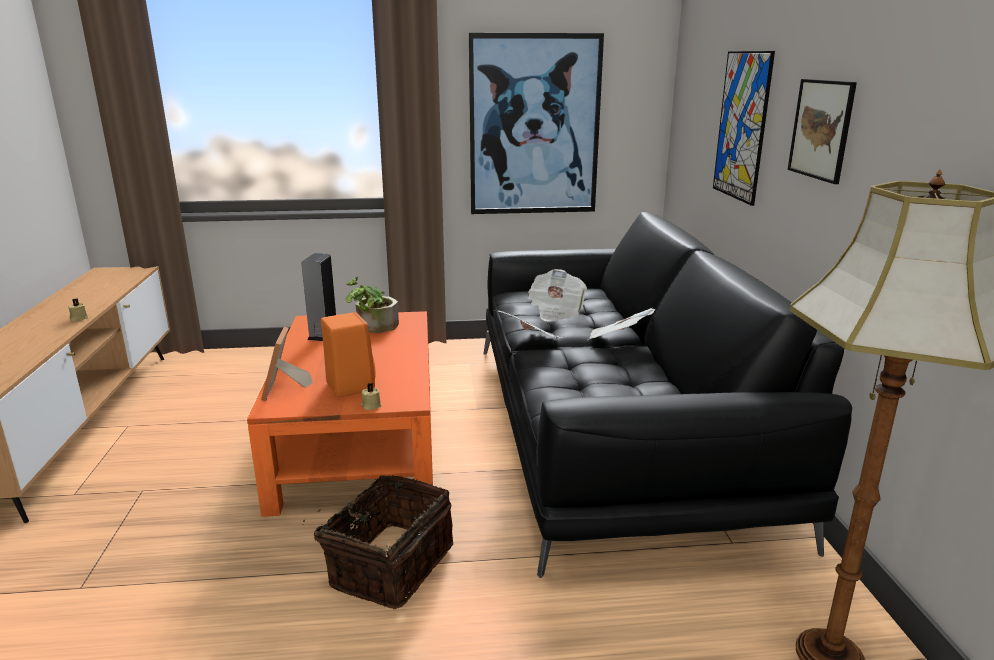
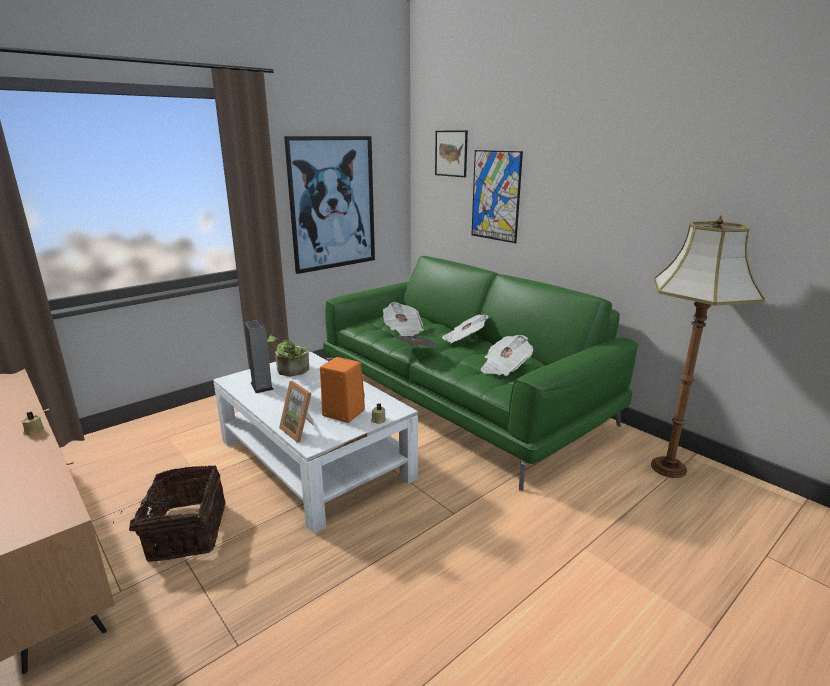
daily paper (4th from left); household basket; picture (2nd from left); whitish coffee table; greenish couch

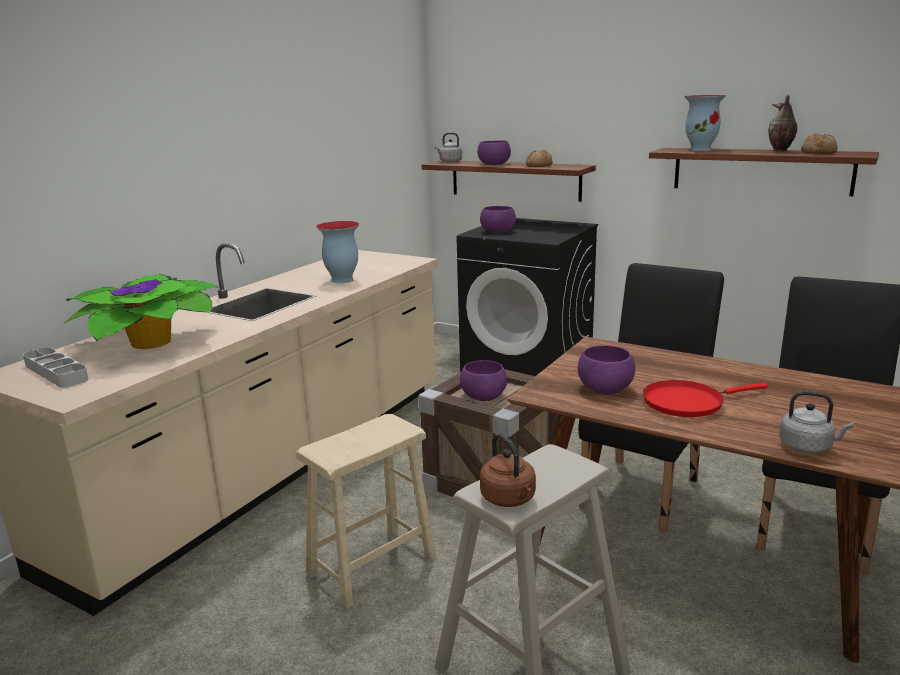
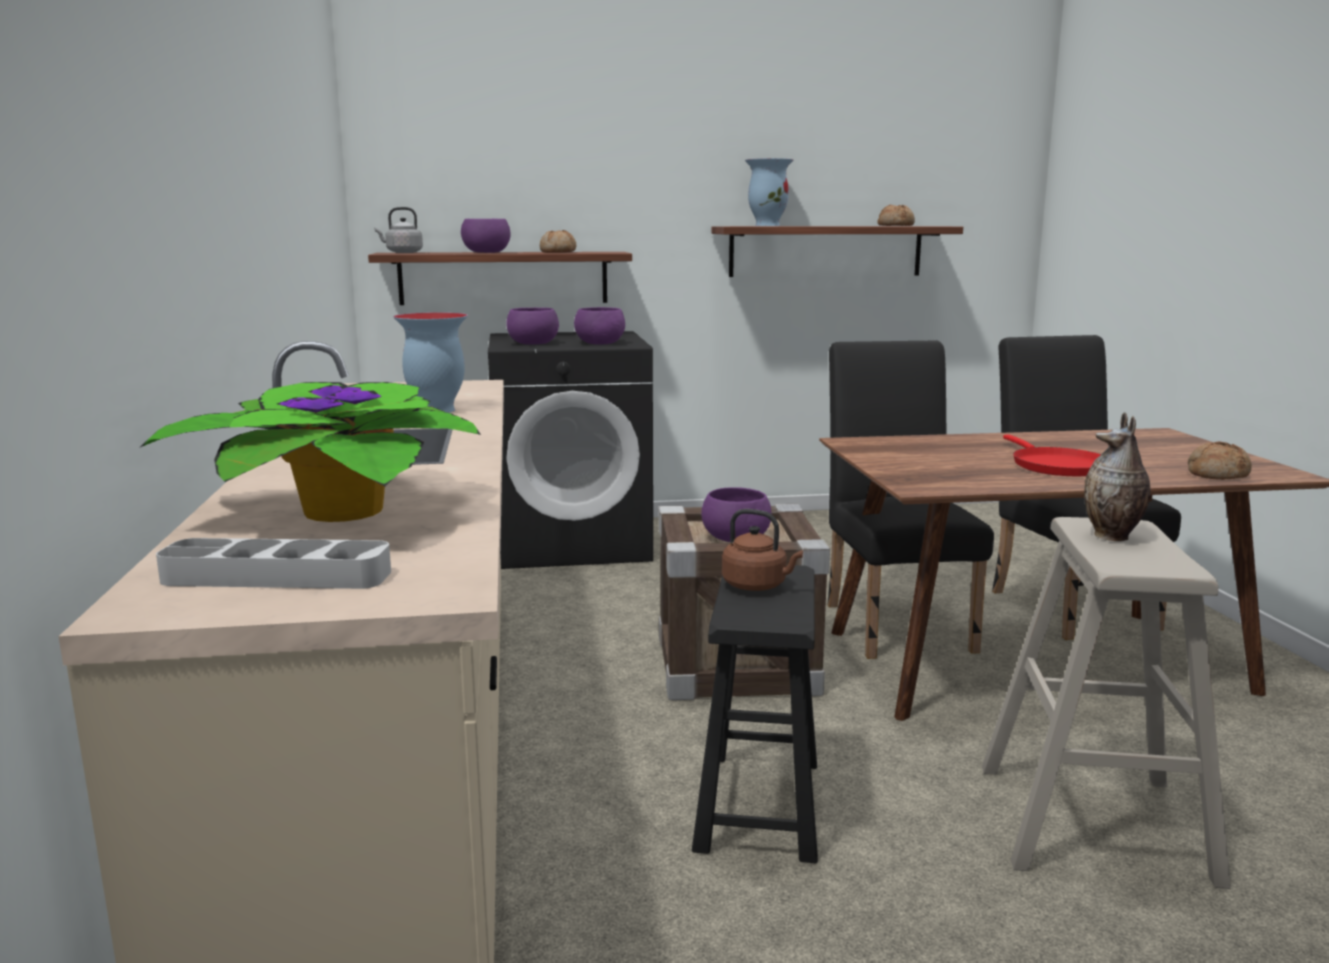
brown-coloured kettle; purple serving bowl (3rd from left); decorative vase (3rd from left); baked bread (3rd from left); black-coloured sitting stool; red skillet

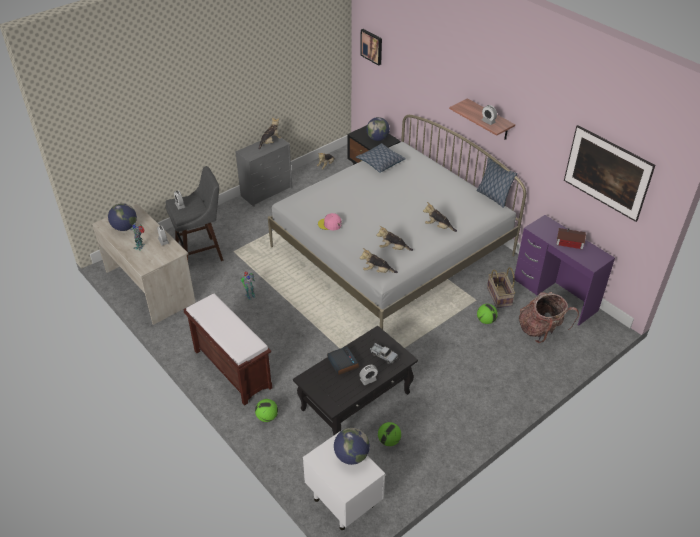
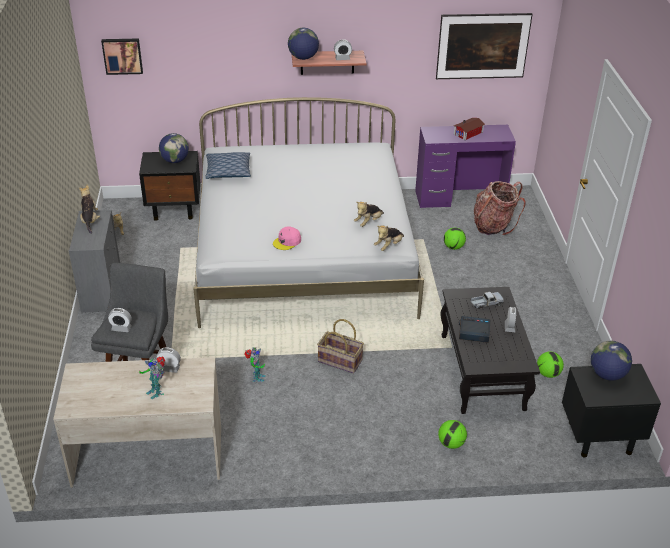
brown-coloured bench; soft toy (5th from left in the first image); cushion (2nd from left in the first image); world globe (2nd from left); household basket; black-coloured night table (2nd from left)

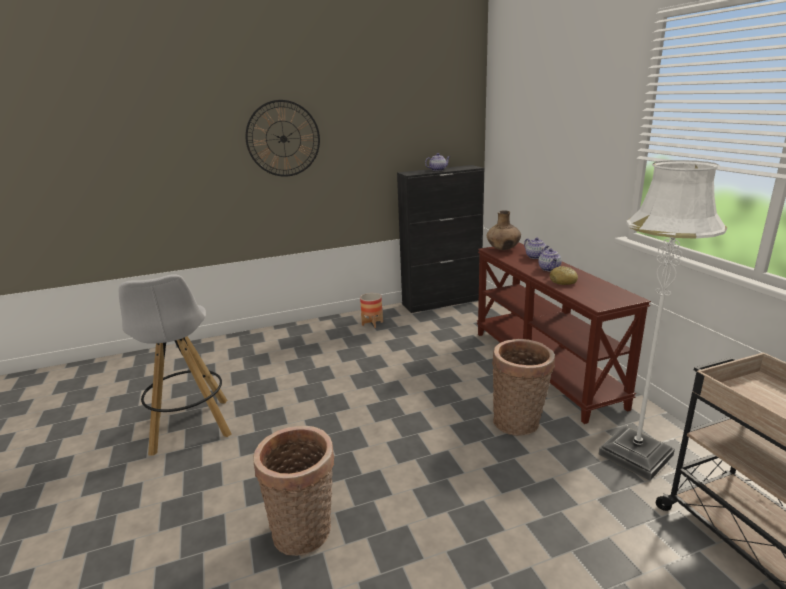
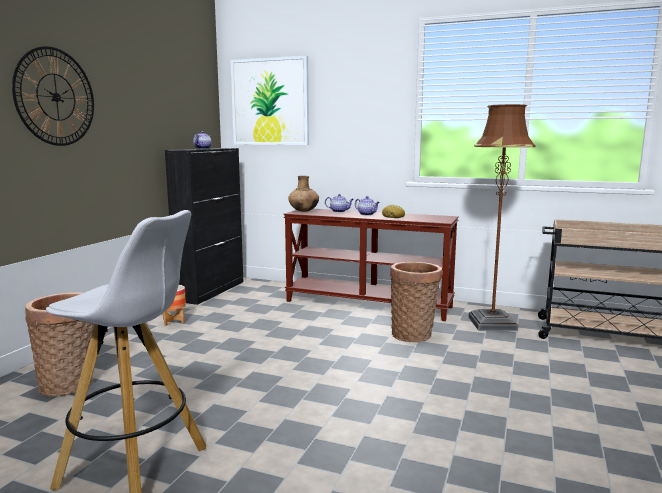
picture; household basket (1st from left); brown-coloured floor lamp

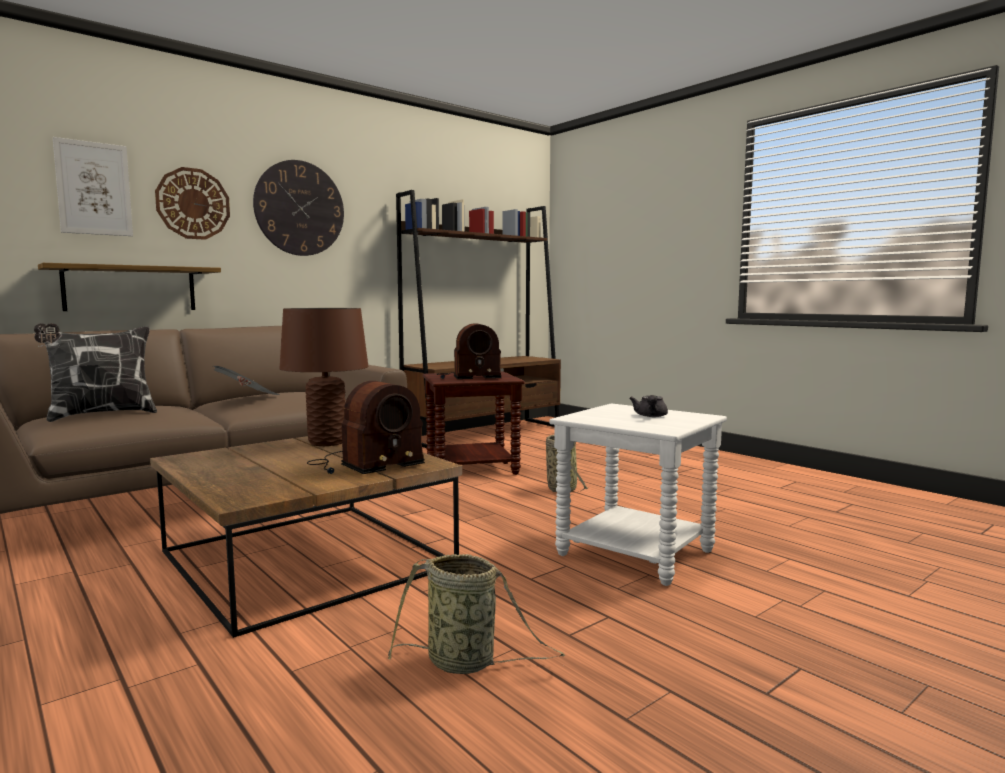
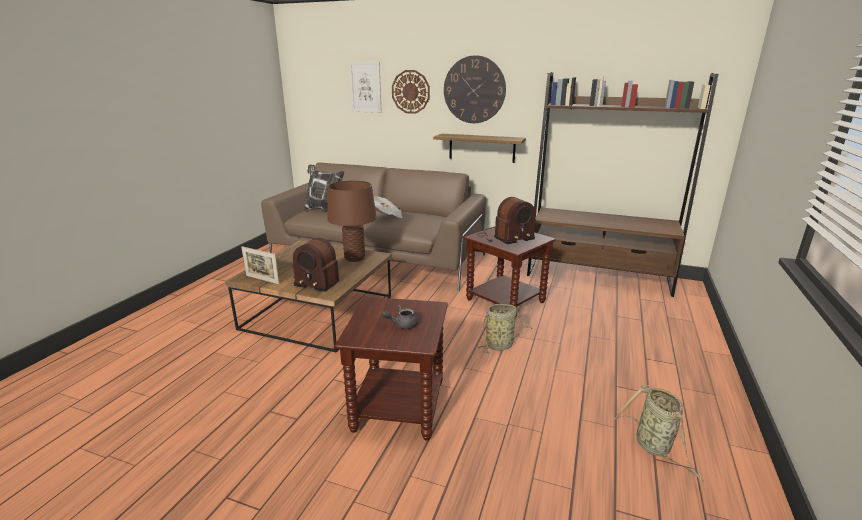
picture frame; shelf; household basket (2nd from left); brown-coloured end table (1st from left); radio receiver (2nd from left)

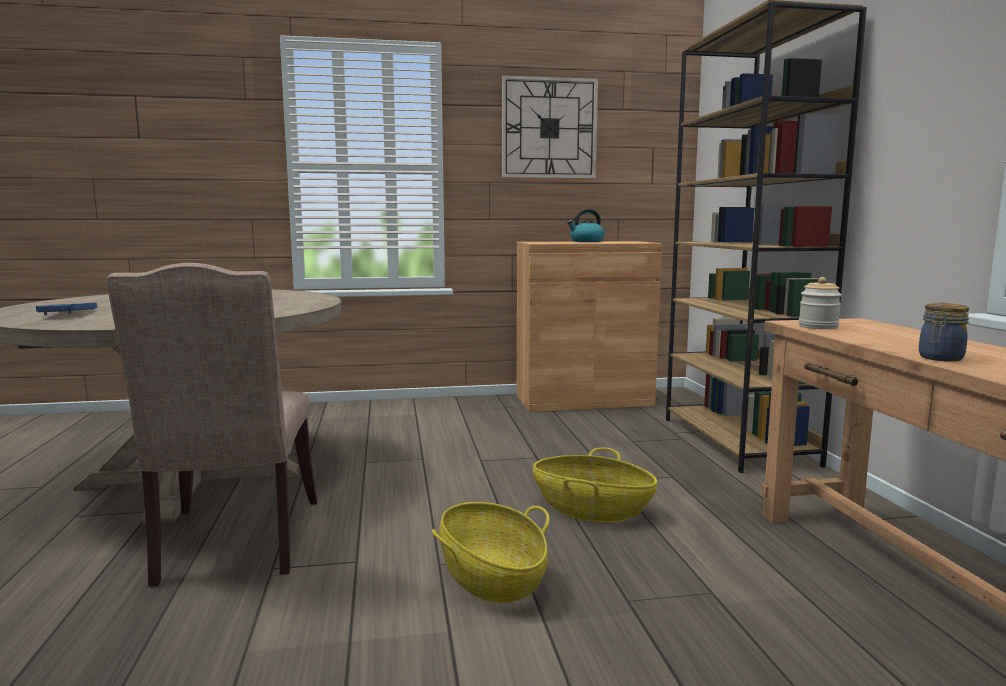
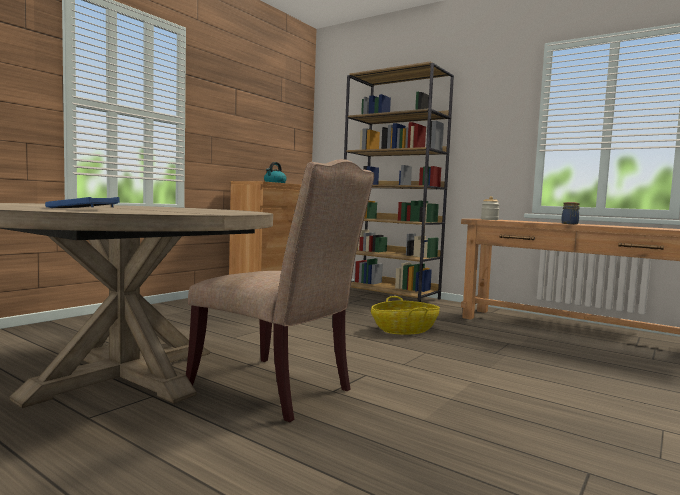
household basket (1st from left in the first image); wall clock

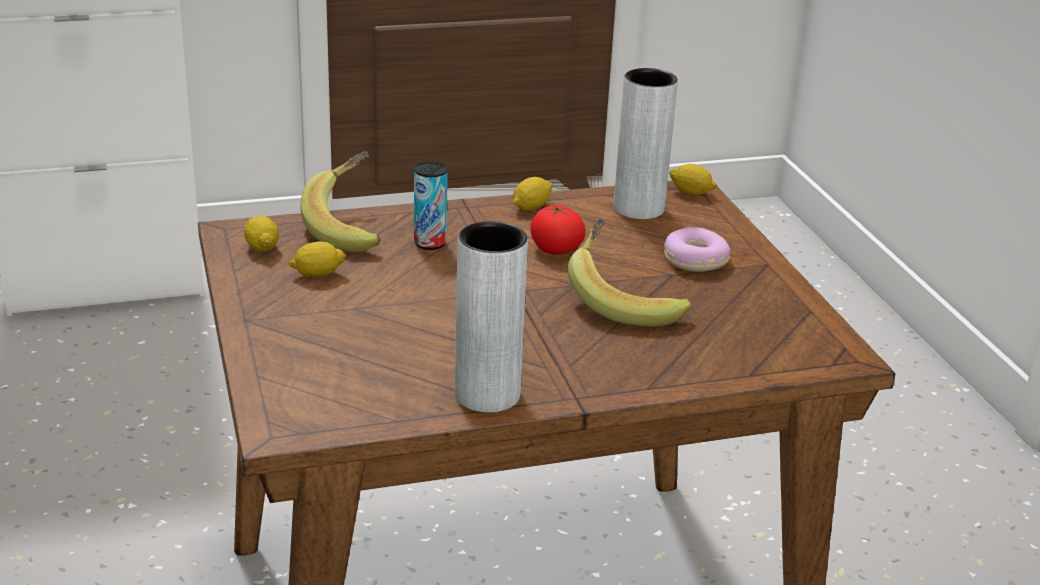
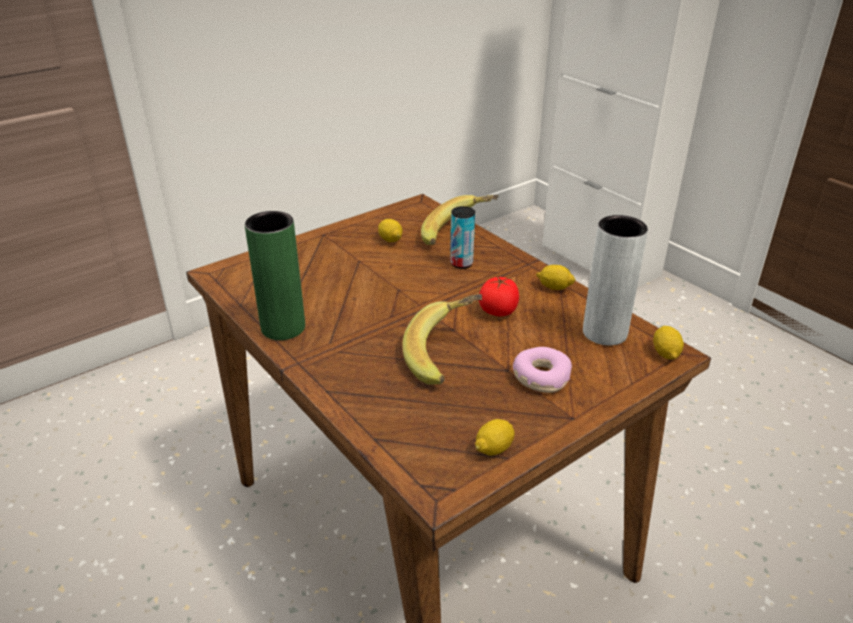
lemon (2nd from left); greenish decorative vase

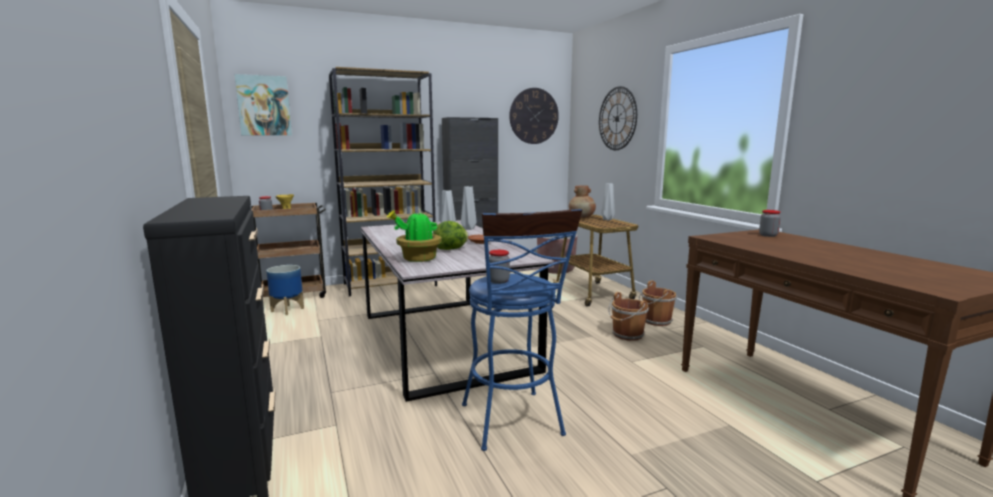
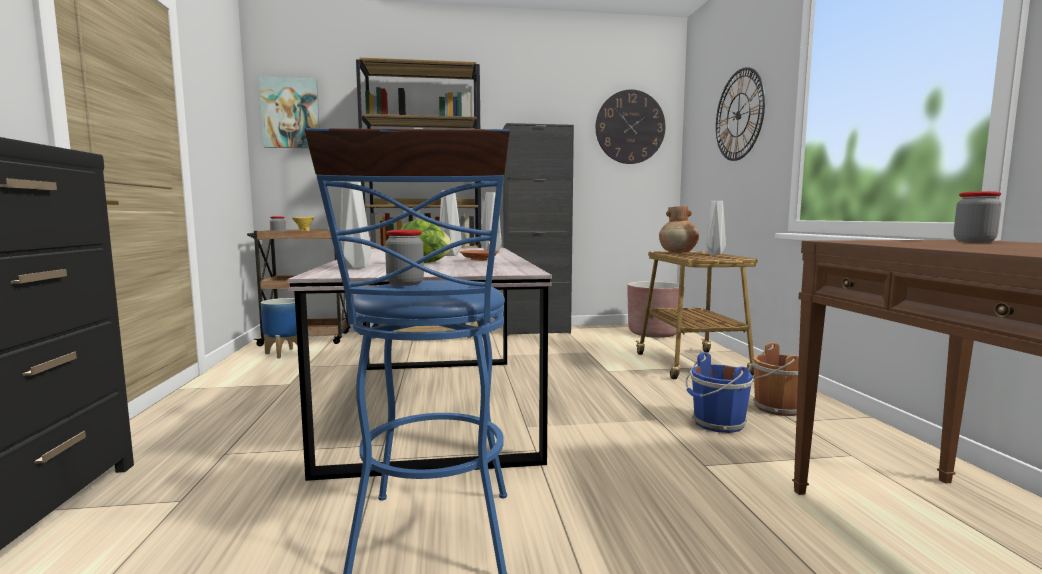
greyish decorative vase (1st from left); blue bucket

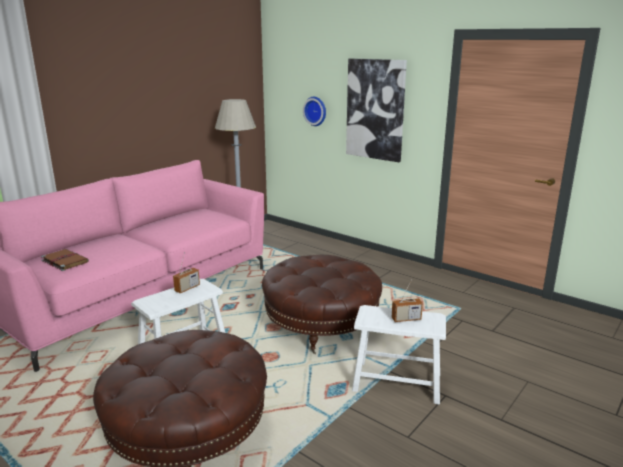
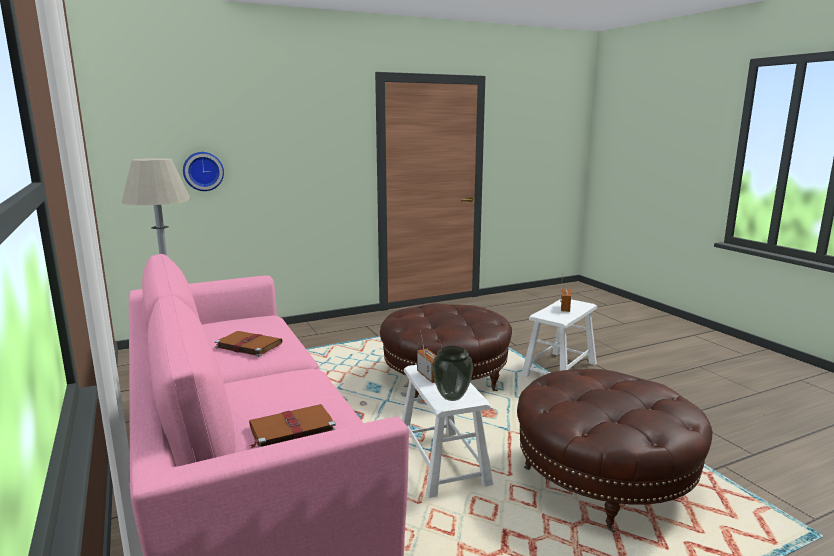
picture; brown-coloured book (1st from left); decorative vase

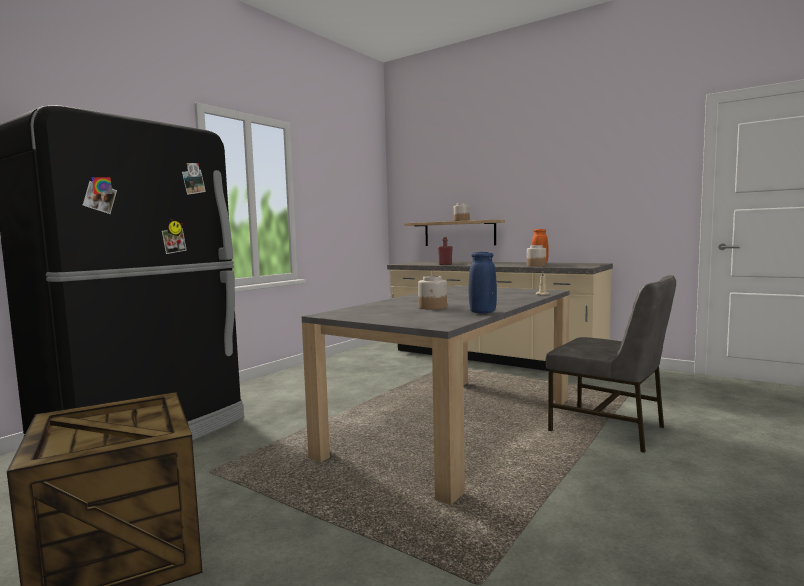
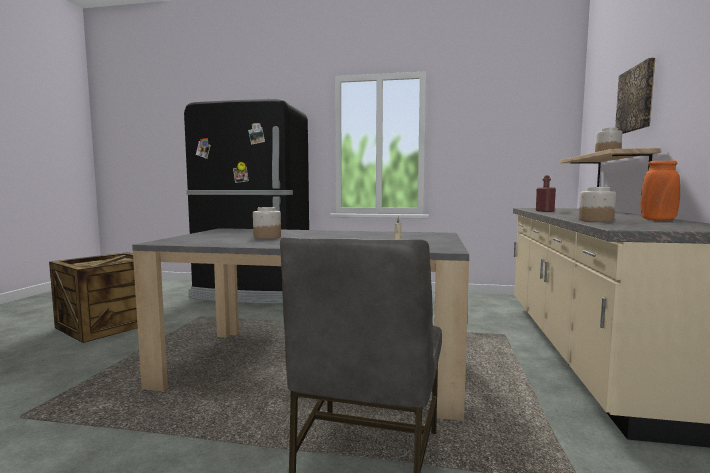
blue decorative vase; picture

